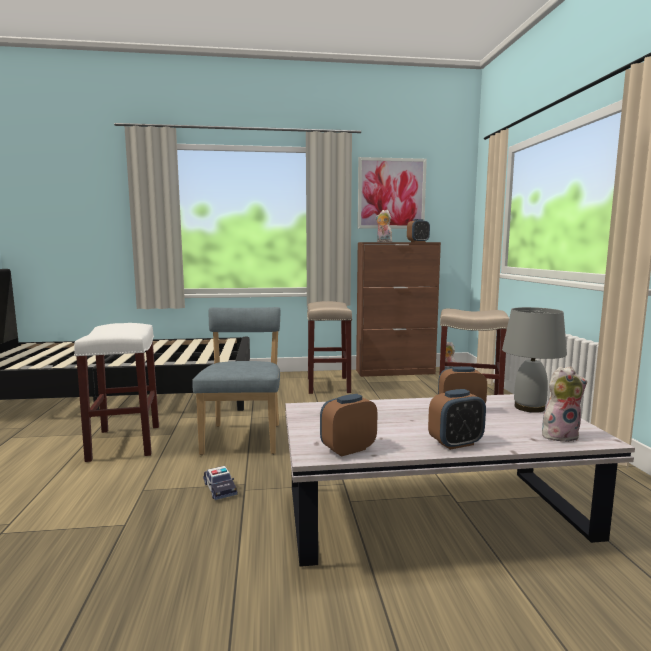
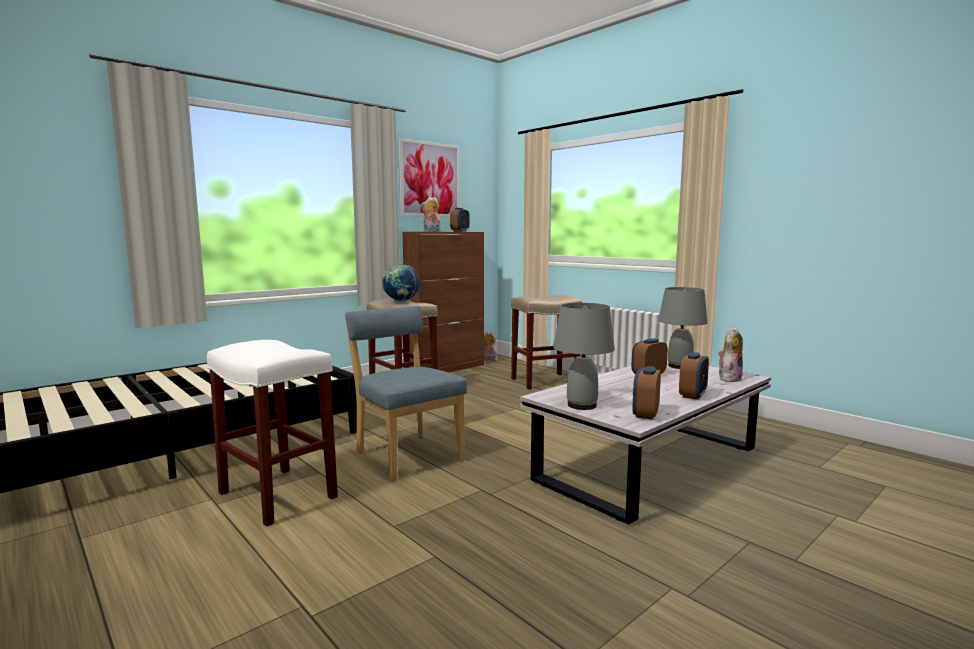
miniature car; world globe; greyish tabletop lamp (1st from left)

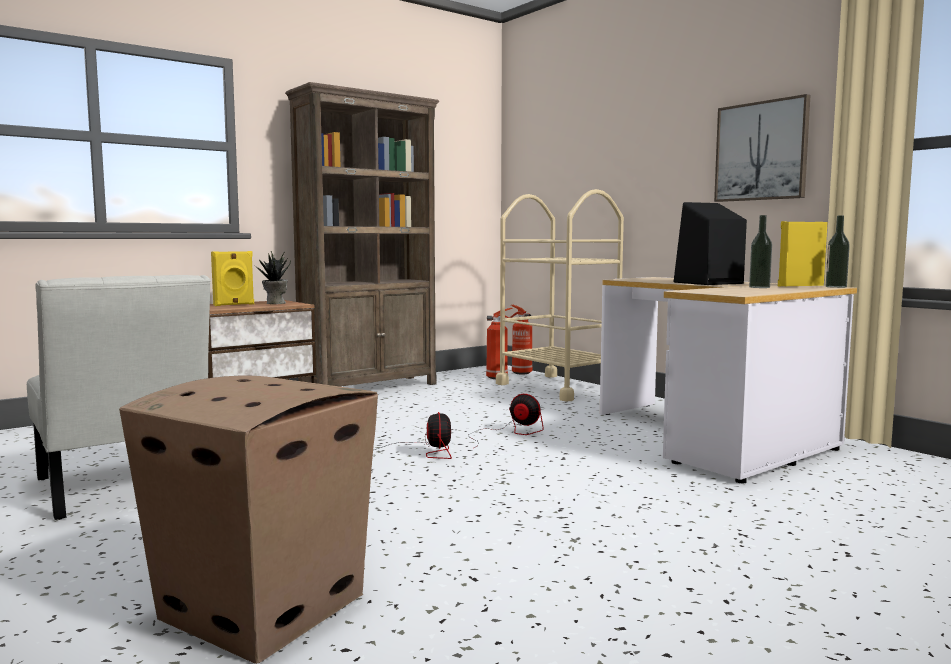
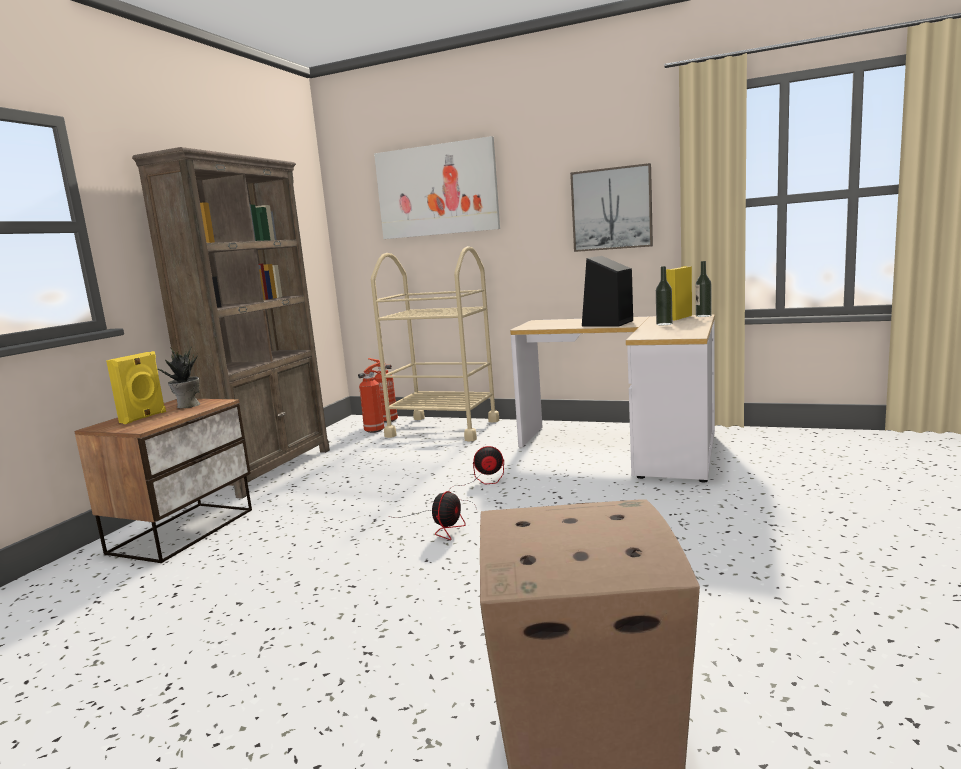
whitish chair; picture (1st from left); cooling fan (1st from left)

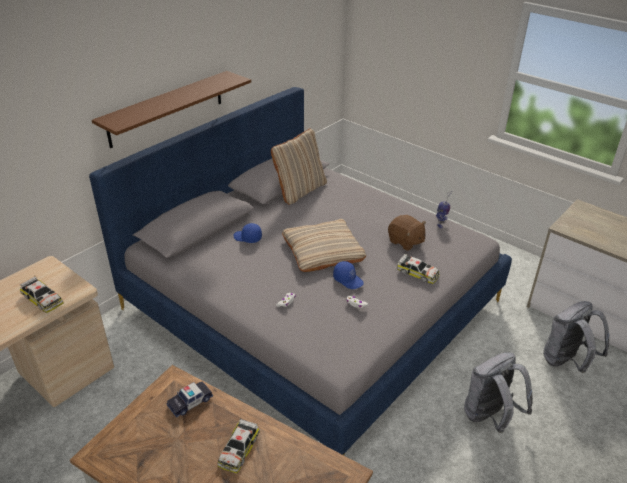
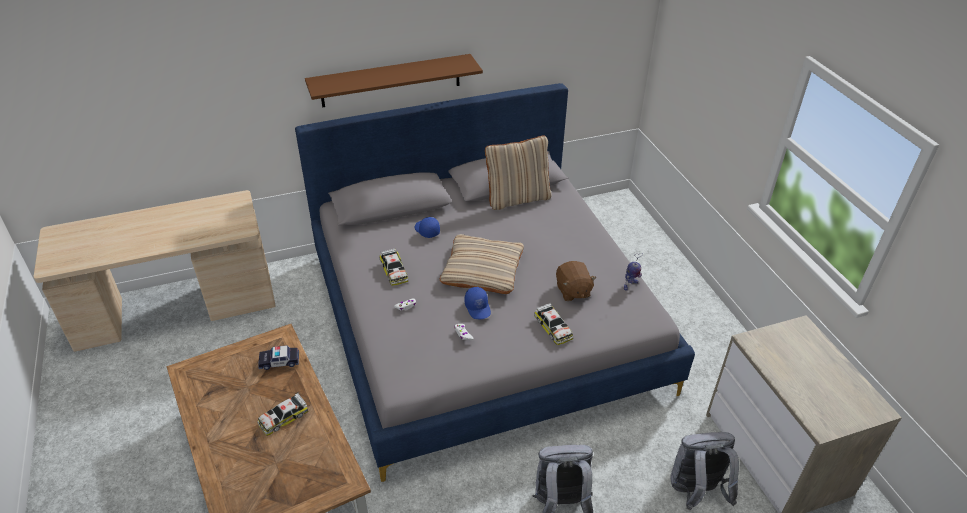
miniature car (3rd from left)

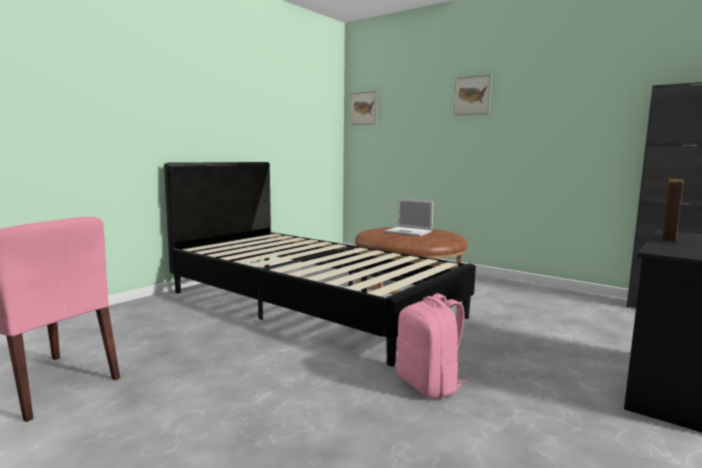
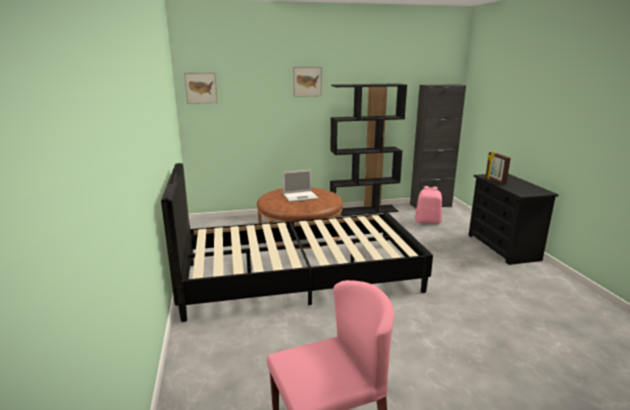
black-coloured bookcase; pinkish knapsack

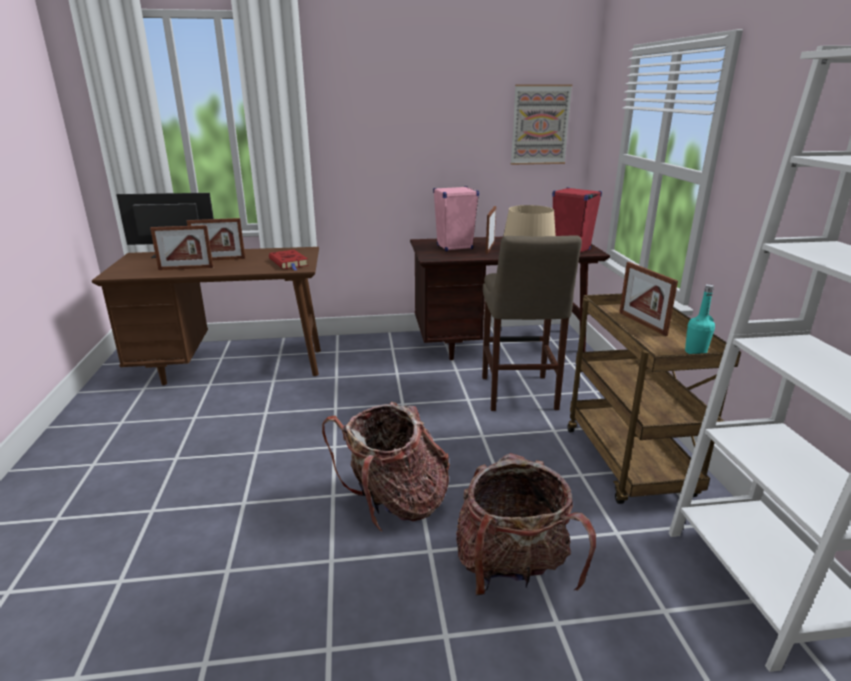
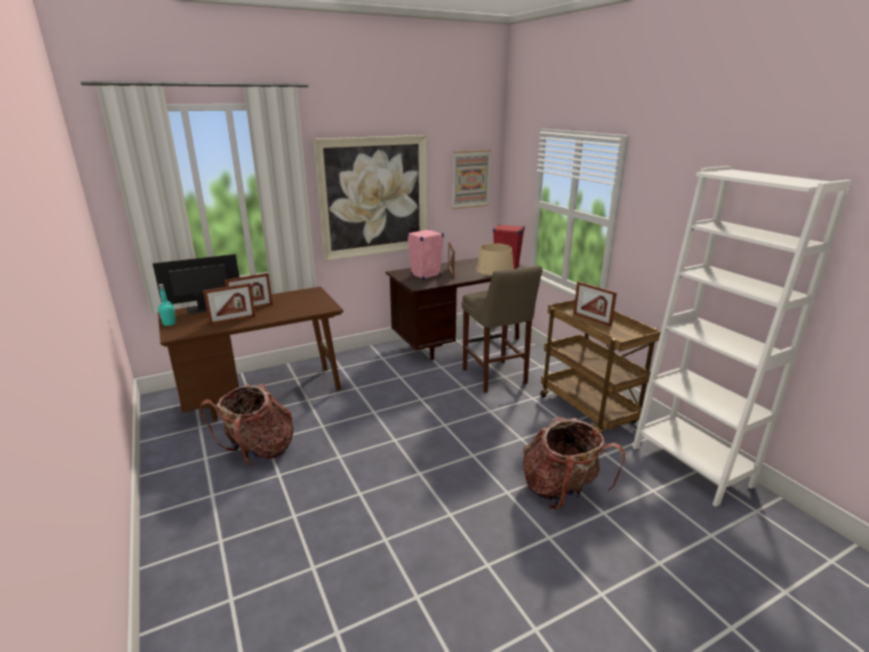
red book; picture (1st from left); knapsack (1st from left); blue-green beverage bottle

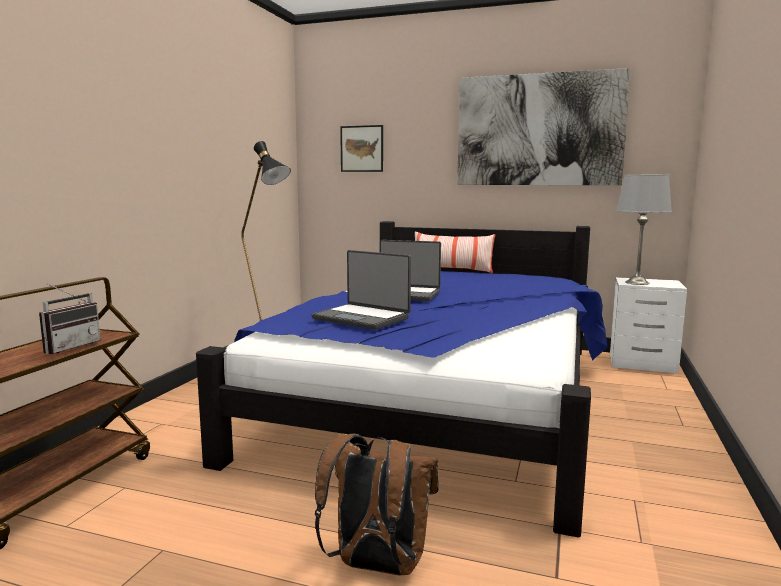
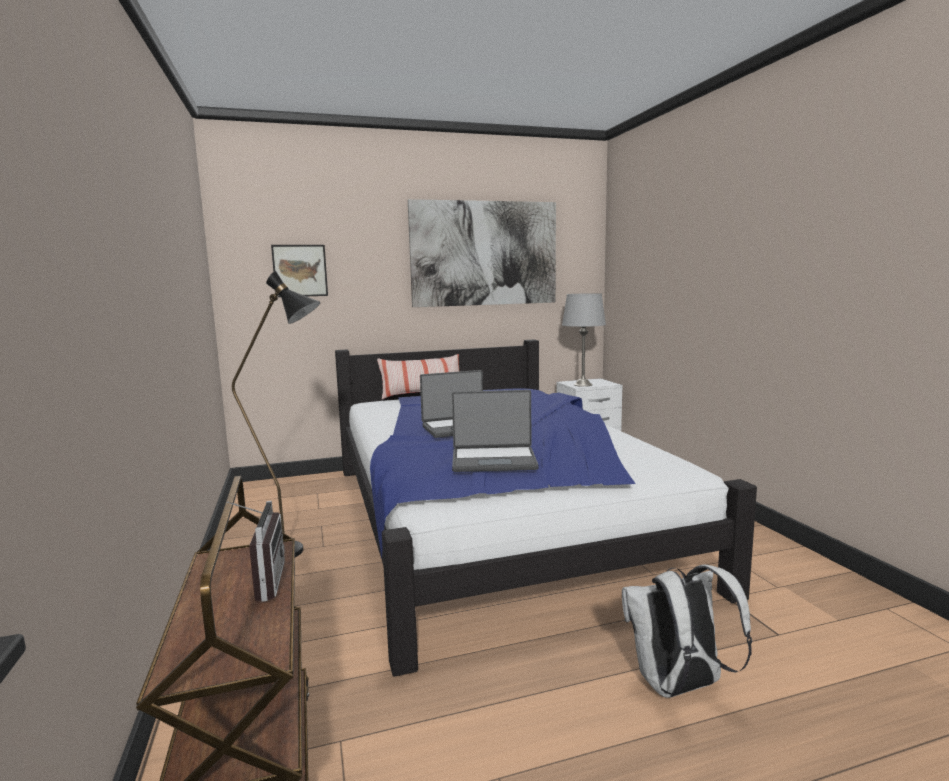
whitish knapsack

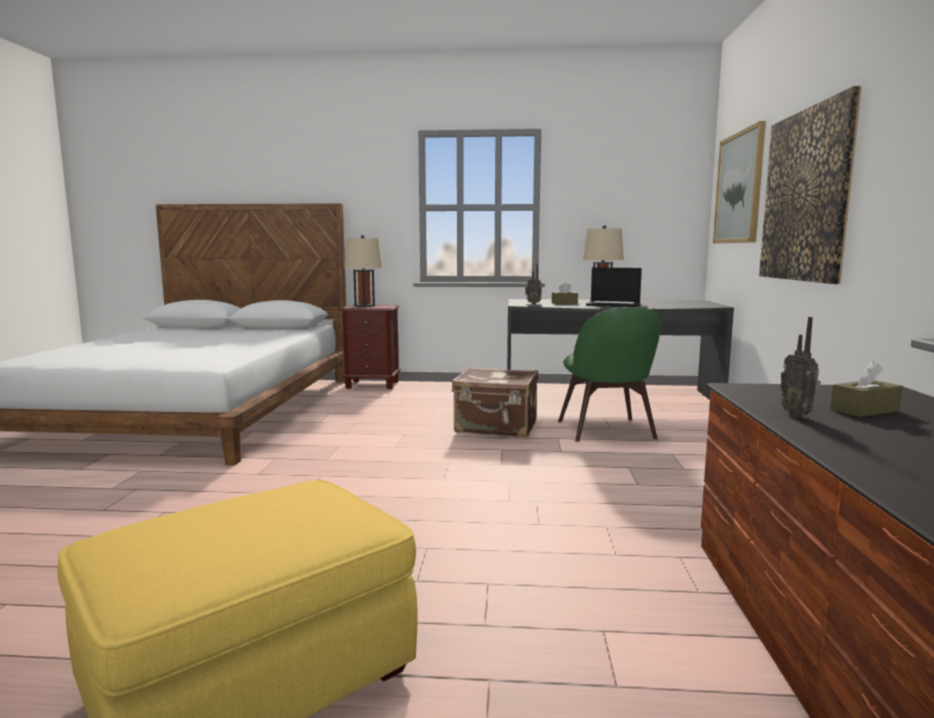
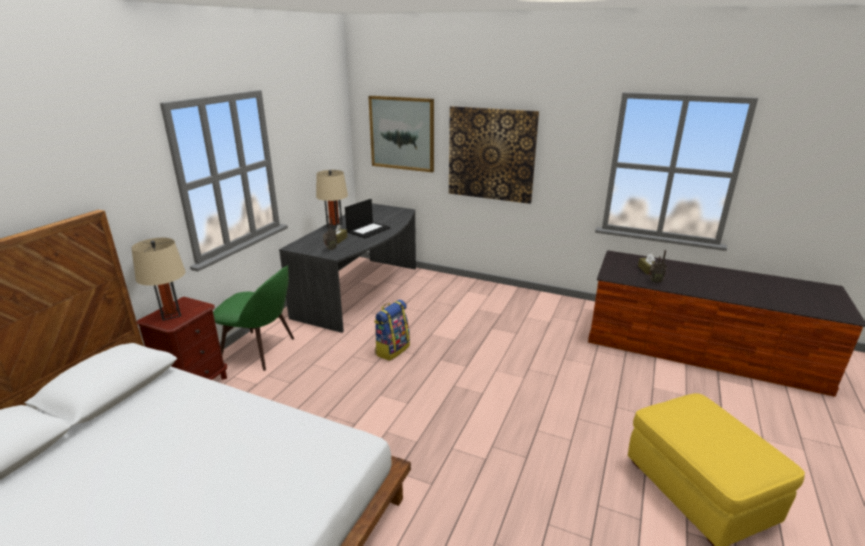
greenish chair; knapsack

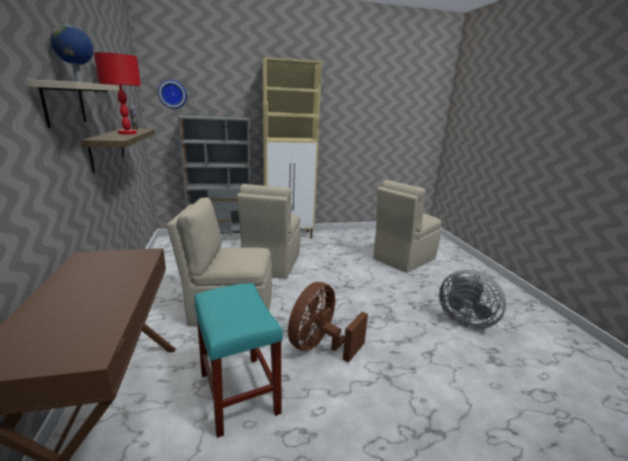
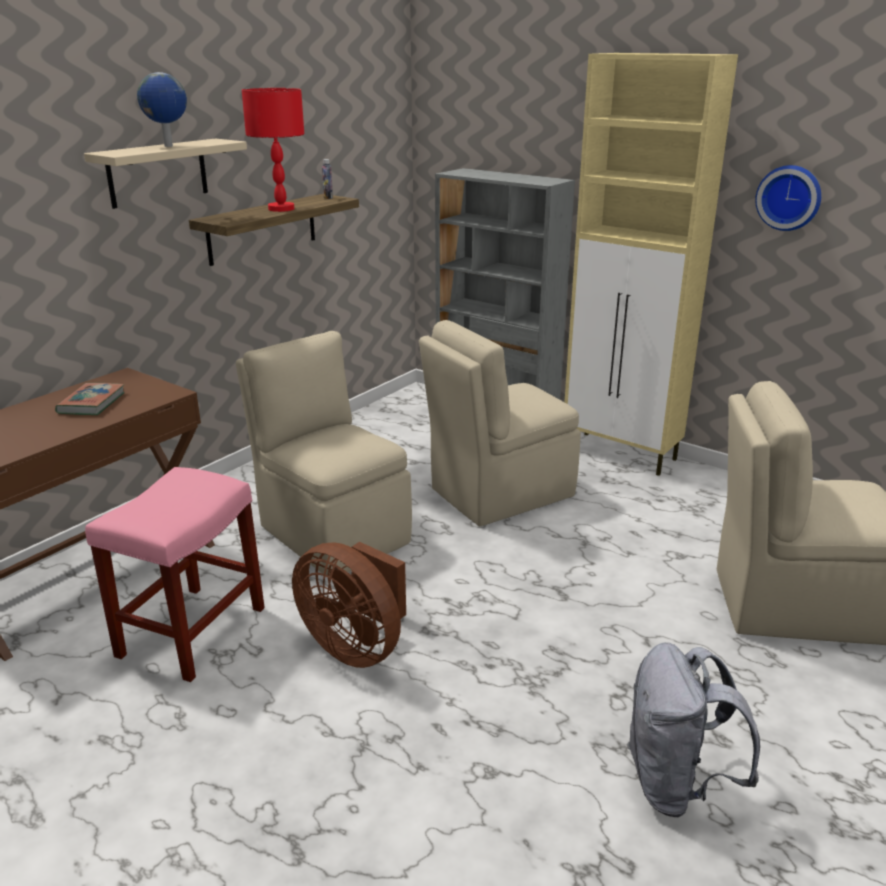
book; wall clock; greyish knapsack; pinkish sitting stool; brown-coloured cooling fan

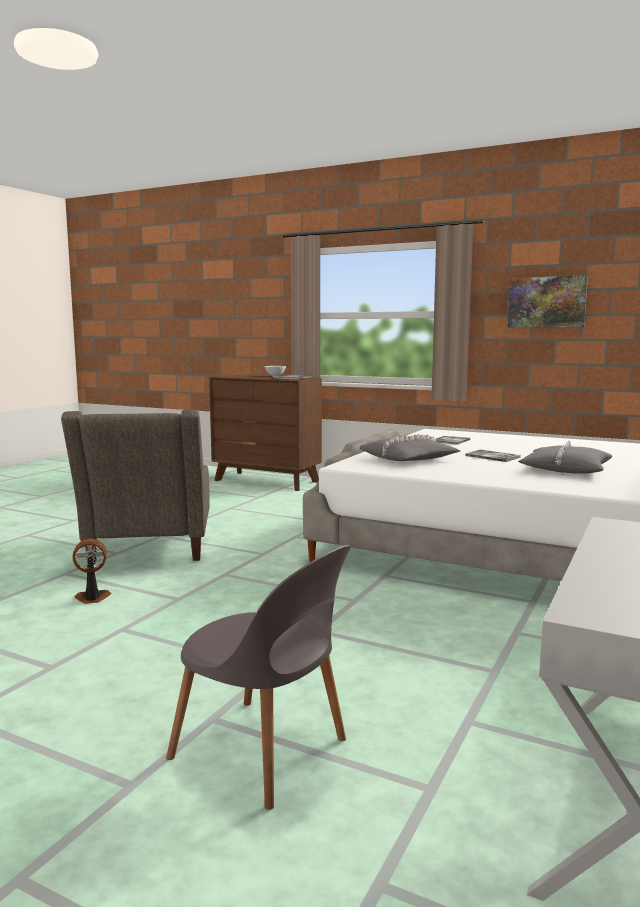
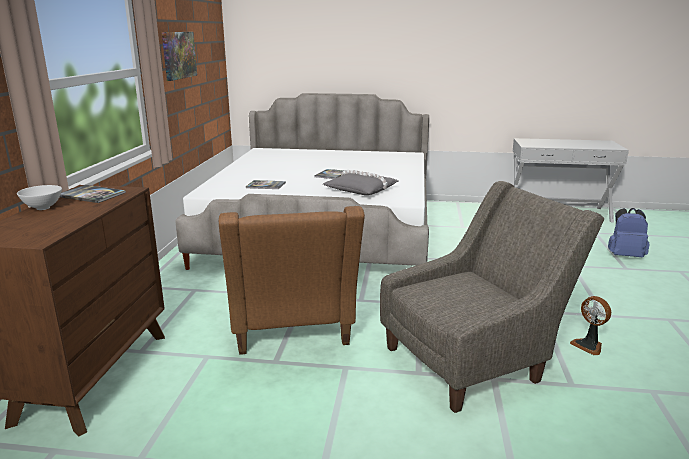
greyish cushion (2nd from left in the first image); brown-coloured easy chair; blue knapsack

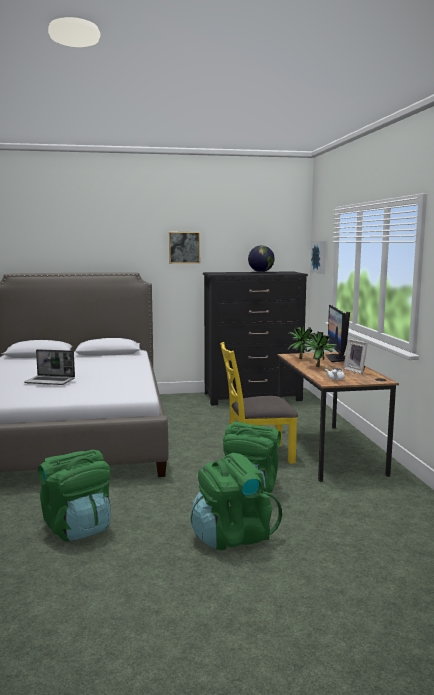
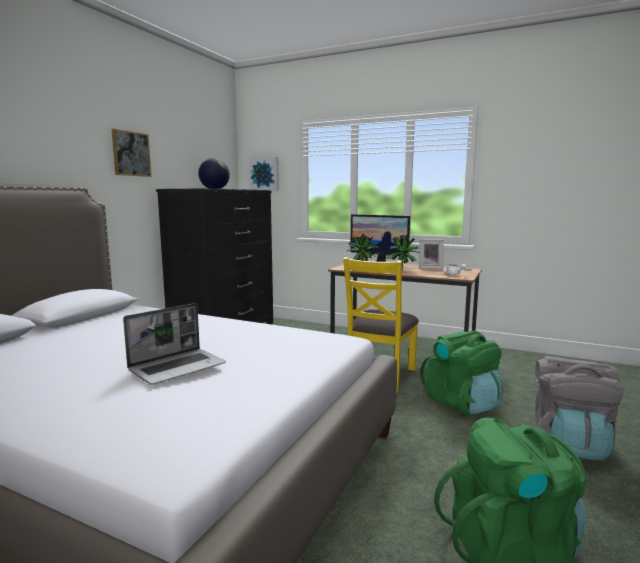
greyish knapsack

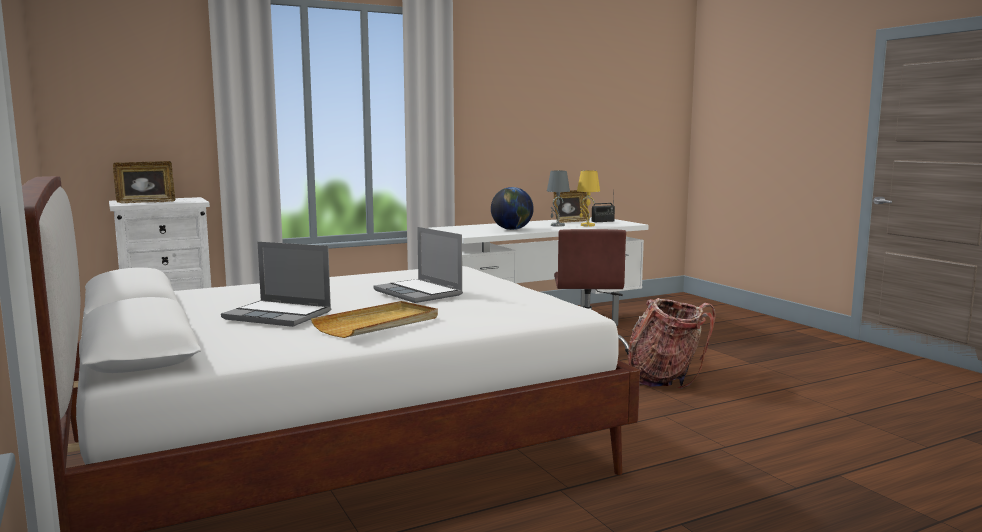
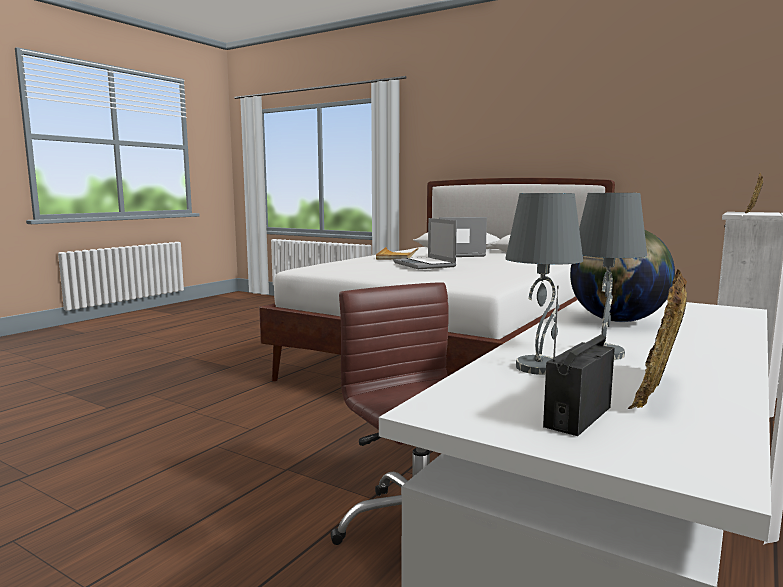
knapsack; greyish tabletop lamp (1st from left); portable computer (1st from left)

